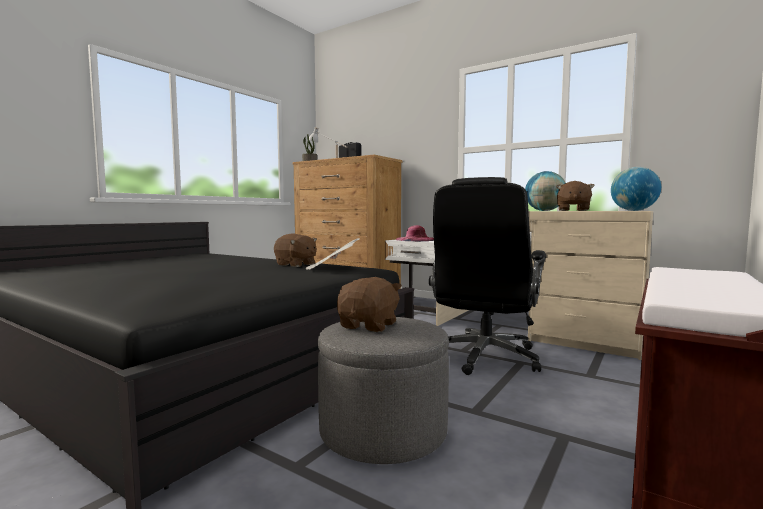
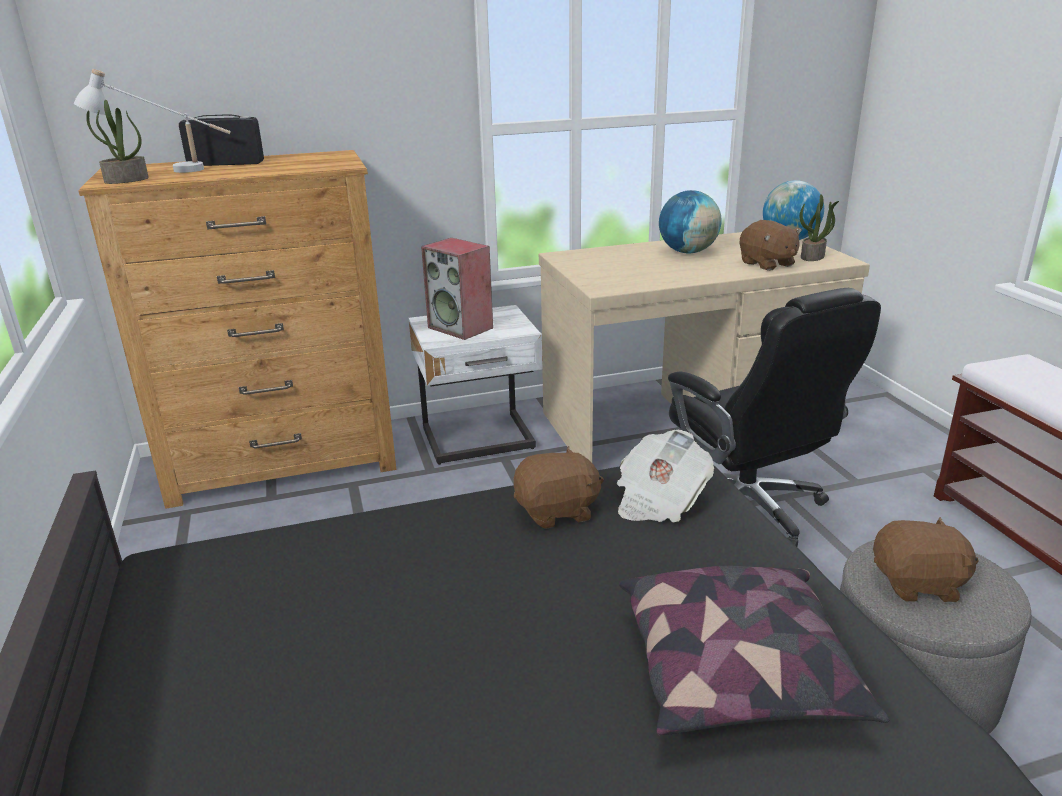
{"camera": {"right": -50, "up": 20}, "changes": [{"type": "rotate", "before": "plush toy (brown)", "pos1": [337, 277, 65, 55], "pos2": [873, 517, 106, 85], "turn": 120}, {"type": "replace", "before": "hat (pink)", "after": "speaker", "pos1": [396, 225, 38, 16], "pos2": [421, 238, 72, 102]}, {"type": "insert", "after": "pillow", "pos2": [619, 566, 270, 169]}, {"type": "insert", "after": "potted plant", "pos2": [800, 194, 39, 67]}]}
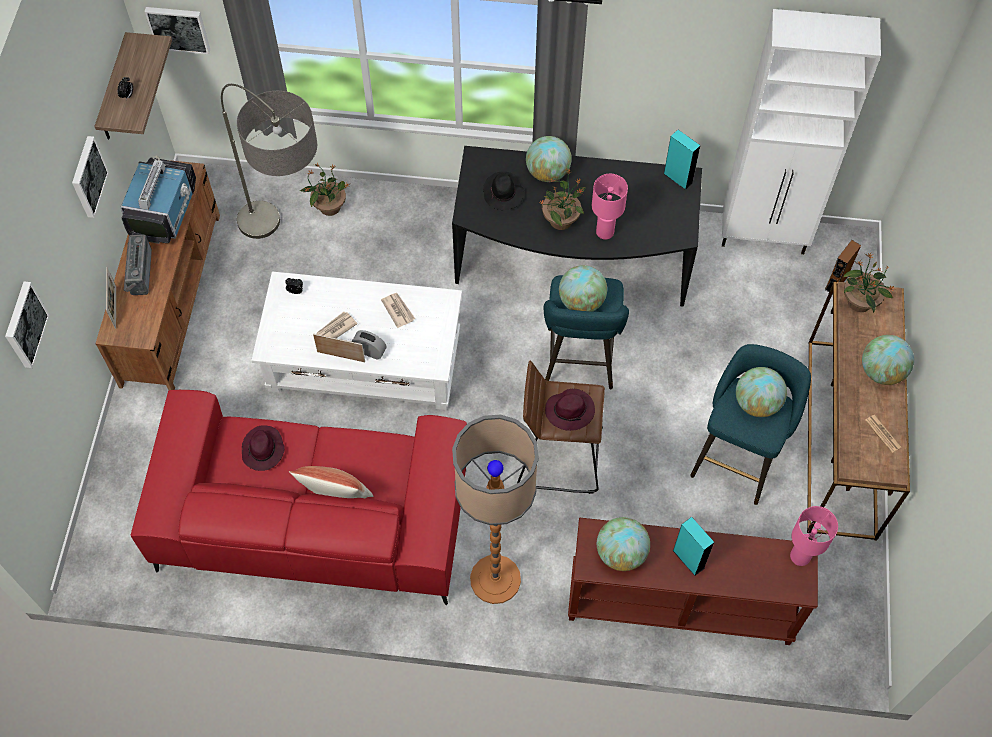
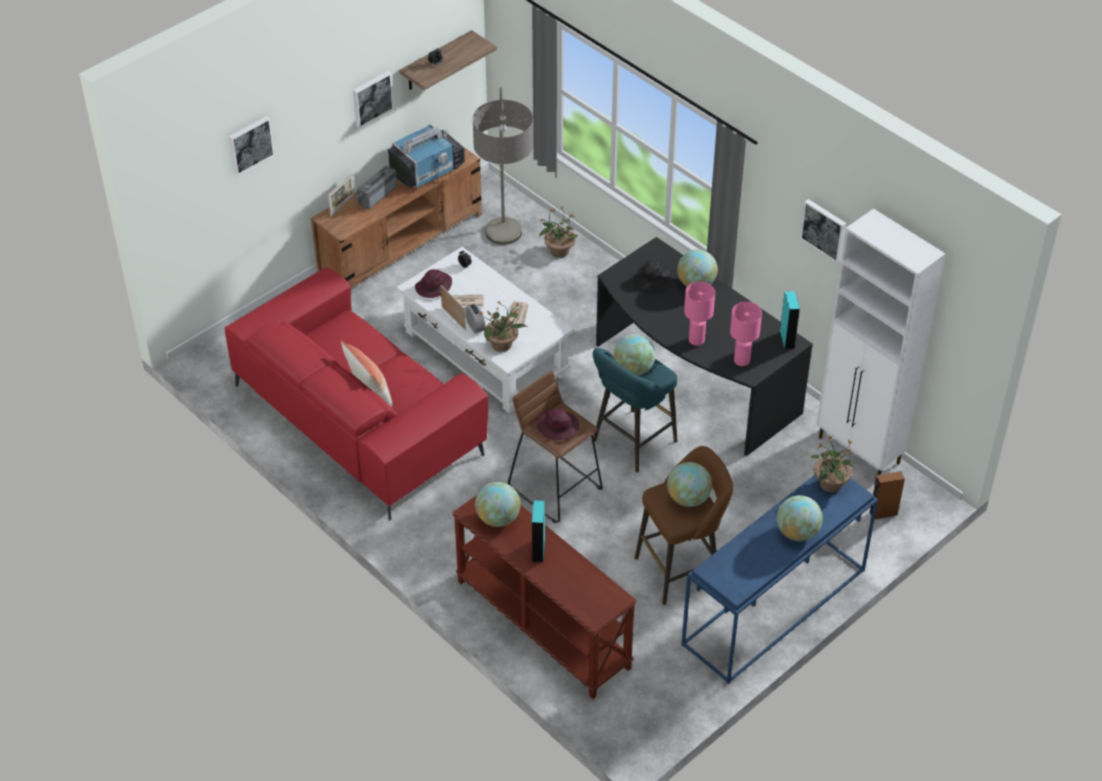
{"camera": {"right": 40, "up": -15}, "changes": [{"type": "move", "before": "picture", "pos1": [144, 7, 66, 47], "pos2": [800, 199, 46, 64]}, {"type": "move", "before": "hat (purple)", "pos1": [242, 425, 43, 46], "pos2": [415, 269, 37, 29]}, {"type": "delete", "before": "floor lamp", "pos1": [452, 415, 87, 189]}, {"type": "move", "before": "potted plant", "pos1": [538, 170, 47, 60], "pos2": [478, 300, 49, 52]}, {"type": "recolor", "before": "stool (turquoise)", "after": "stool (brown)", "pos1": [690, 344, 121, 161], "pos2": [635, 446, 98, 159]}, {"type": "move", "before": "table lamp (pink)", "pos1": [790, 506, 48, 60], "pos2": [730, 302, 32, 64]}, {"type": "recolor", "before": "console table (brown)", "after": "console table (blue)", "pos1": [807, 282, 103, 259], "pos2": [681, 475, 197, 209]}, {"type": "delete", "before": "newspaper", "pos1": [865, 415, 36, 38]}]}
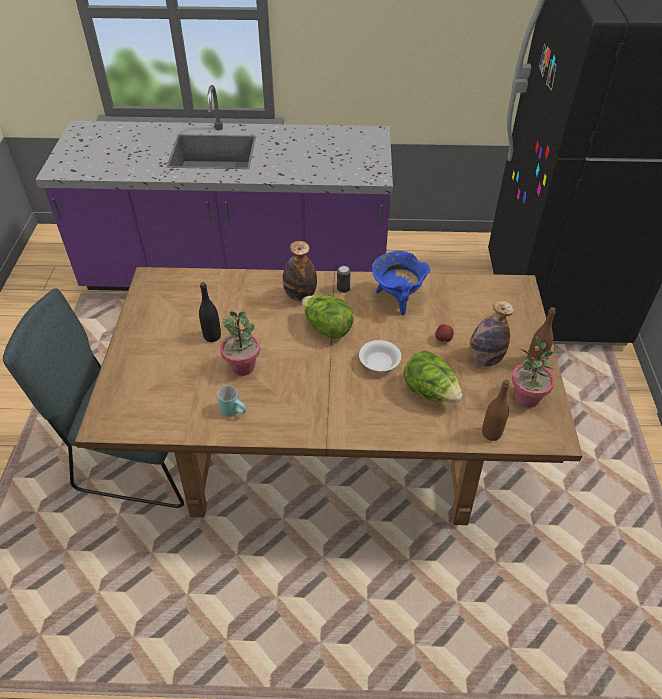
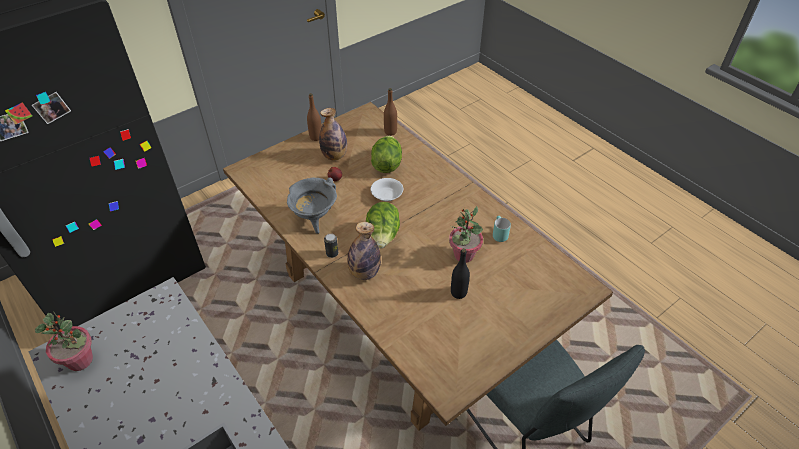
{"camera": {"right": -130, "up": 0}, "changes": [{"type": "recolor", "before": "cooking pot (blue)", "after": "cooking pot (grey)", "pos1": [372, 251, 58, 64], "pos2": [287, 177, 50, 57]}, {"type": "move", "before": "potted plant", "pos1": [512, 337, 45, 71], "pos2": [35, 311, 58, 60]}]}
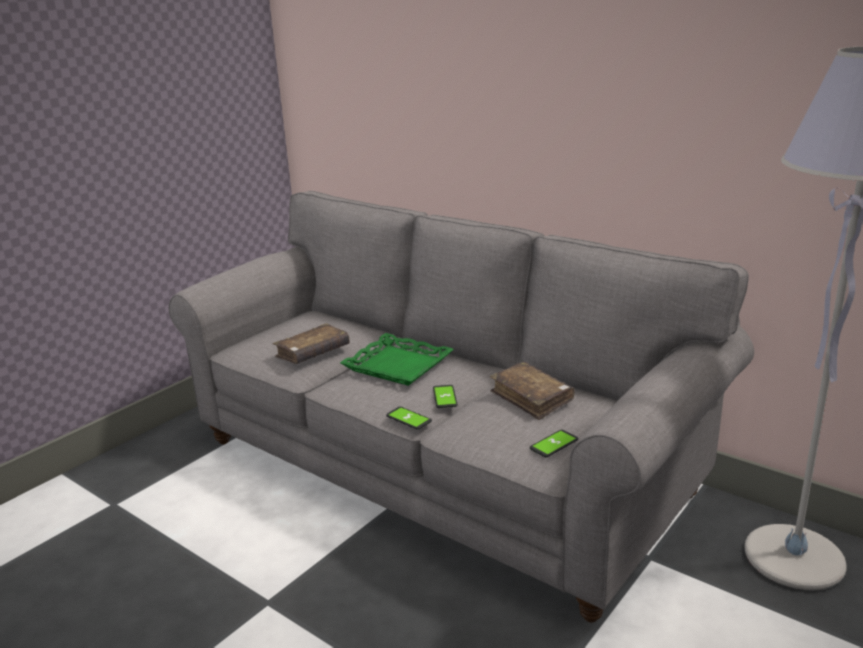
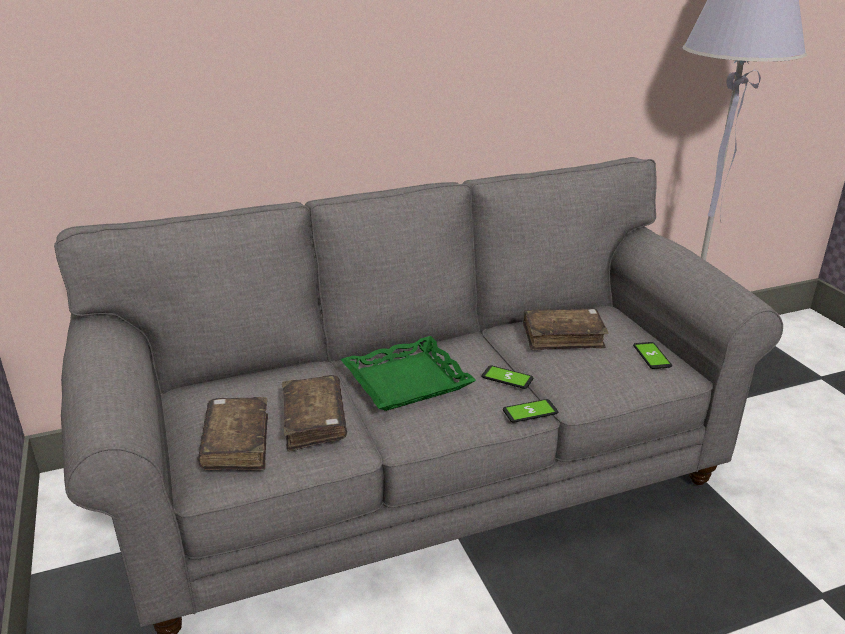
{"camera": {"right": -60, "up": 5}, "changes": [{"type": "insert", "after": "book (brown)", "pos2": [197, 397, 71, 73]}]}
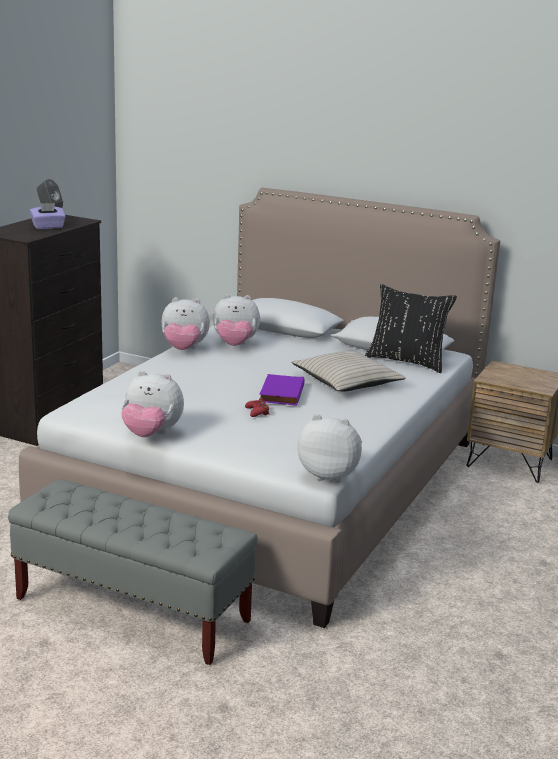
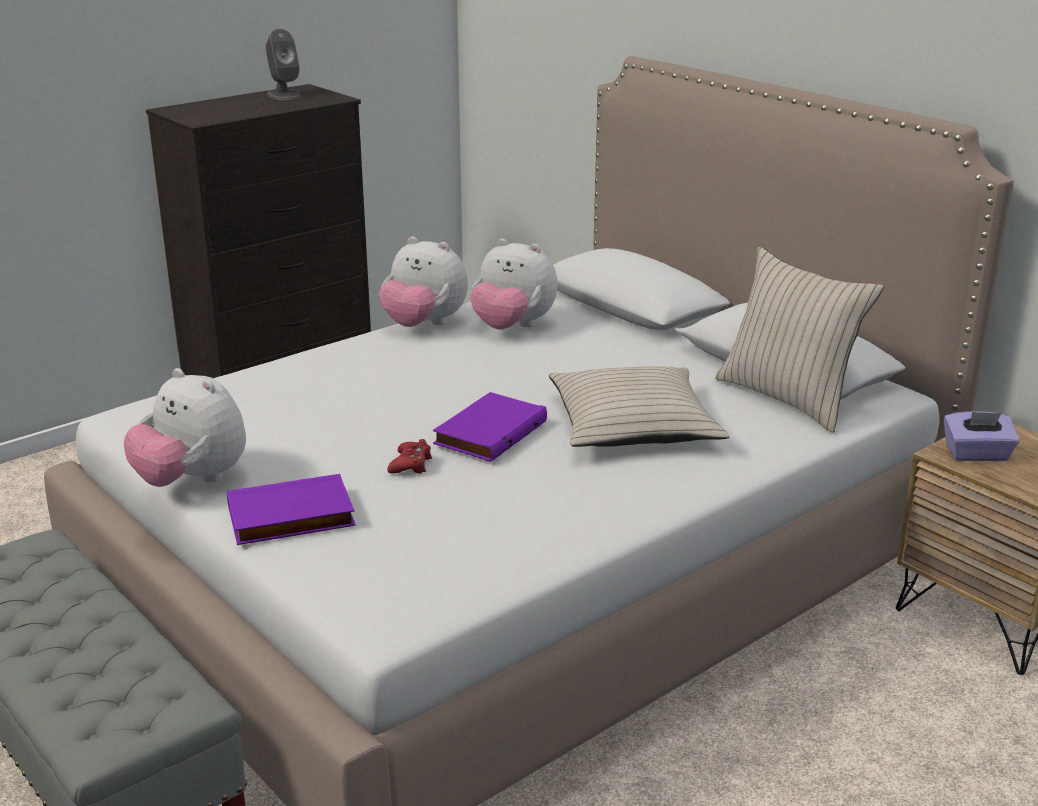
{"camera": {"right": 25, "up": 5}, "changes": [{"type": "move", "before": "tissue box (purple)", "pos1": [30, 203, 36, 26], "pos2": [944, 411, 75, 50]}, {"type": "delete", "before": "plush toy", "pos1": [297, 414, 65, 69]}, {"type": "recolor", "before": "pillow (black)", "after": "pillow (beige)", "pos1": [365, 284, 92, 89], "pos2": [715, 247, 169, 186]}, {"type": "insert", "after": "book (purple)", "pos2": [227, 474, 129, 71]}]}
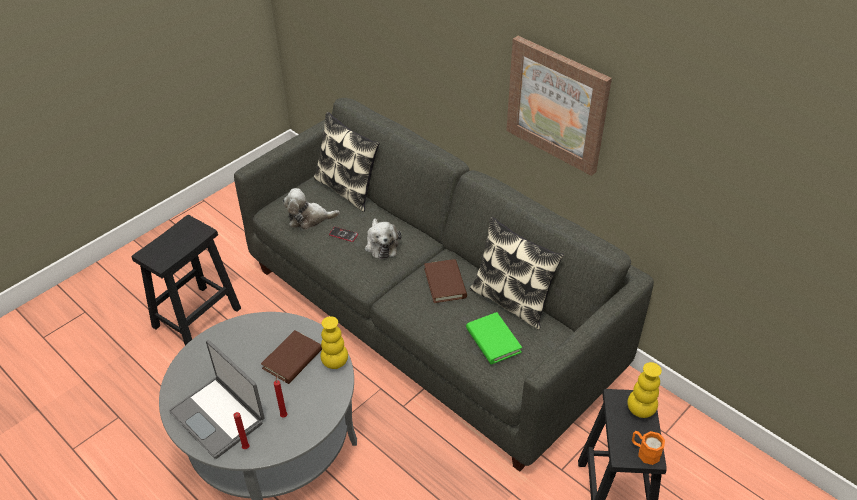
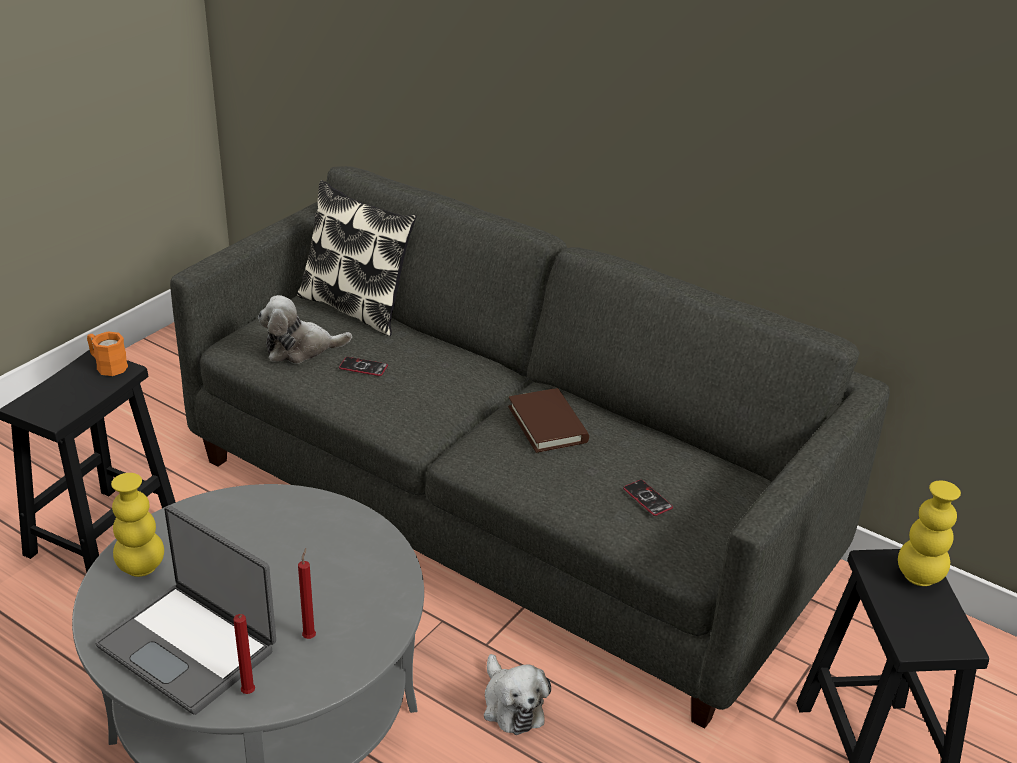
{"camera": {"right": -10, "up": -10}, "changes": [{"type": "delete", "before": "book (brown)", "pos1": [261, 330, 61, 54]}, {"type": "move", "before": "vase (yellow)", "pos1": [321, 316, 27, 53], "pos2": [111, 473, 53, 104]}, {"type": "move", "before": "plush toy", "pos1": [365, 218, 36, 41], "pos2": [484, 654, 67, 81]}, {"type": "replace", "before": "book (green)", "after": "phone", "pos1": [466, 312, 56, 53], "pos2": [623, 480, 50, 36]}, {"type": "delete", "before": "pillow", "pos1": [470, 217, 94, 113]}, {"type": "delete", "before": "picture", "pos1": [506, 36, 106, 140]}, {"type": "move", "before": "mug (orange)", "pos1": [632, 431, 33, 34], "pos2": [87, 331, 41, 45]}]}
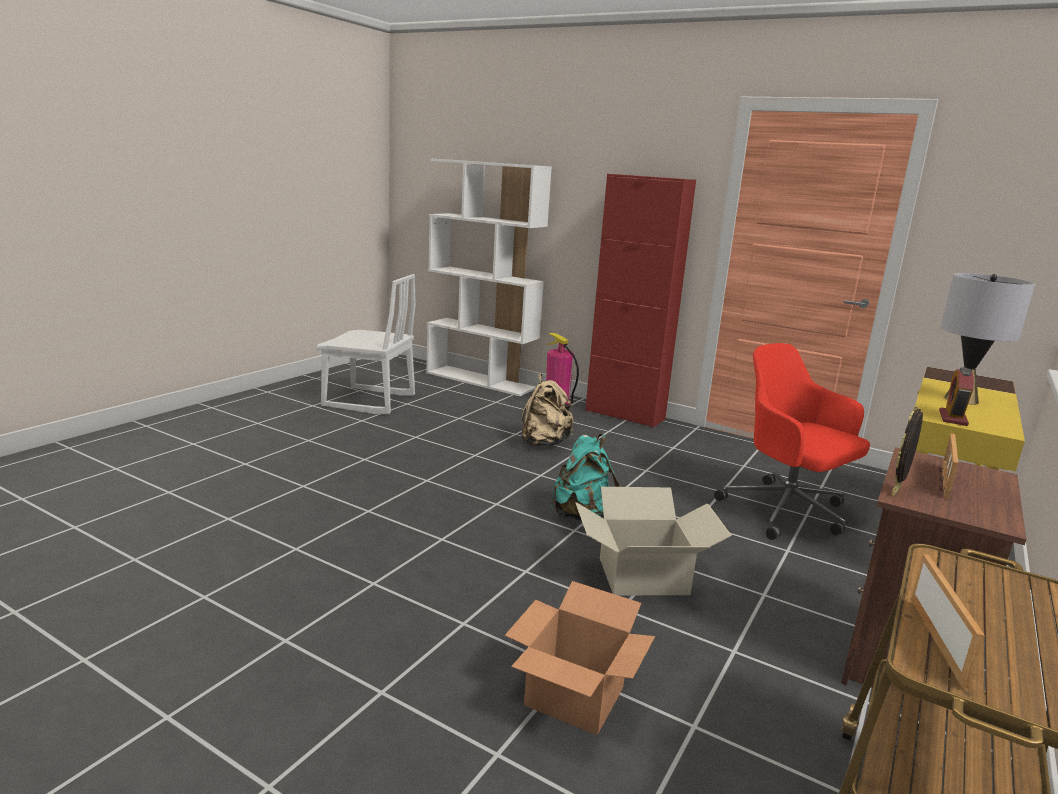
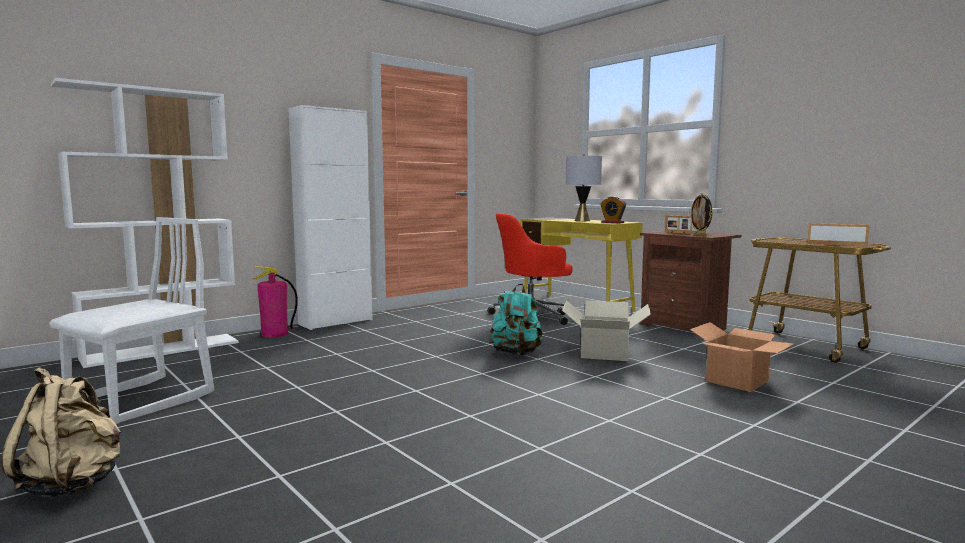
{"camera": {"right": -70, "up": -10}, "changes": [{"type": "move", "before": "backpack (beige)", "pos1": [521, 373, 53, 74], "pos2": [1, 367, 120, 130]}, {"type": "recolor", "before": "cabinet (red)", "after": "cabinet (white)", "pos1": [585, 174, 111, 254], "pos2": [289, 105, 84, 225]}]}
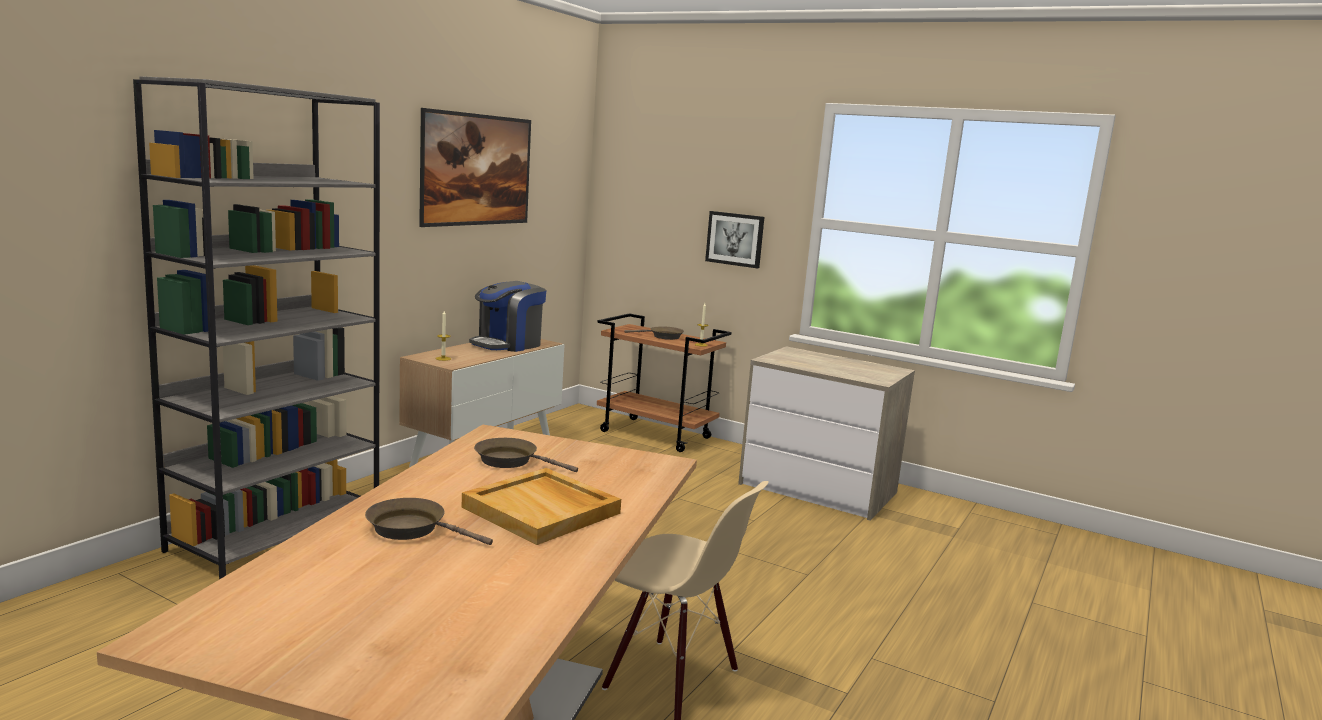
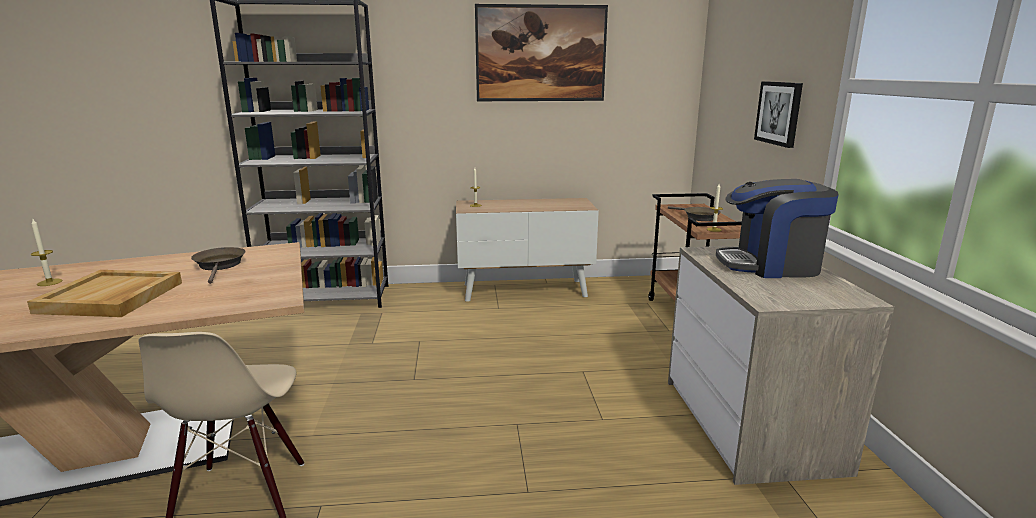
{"camera": {"right": 55, "up": 5}, "changes": [{"type": "replace", "before": "frying pan (brown)", "after": "candle", "pos1": [365, 498, 128, 47], "pos2": [31, 219, 32, 67]}, {"type": "move", "before": "coffee machine", "pos1": [469, 281, 77, 71], "pos2": [716, 179, 123, 99]}]}
